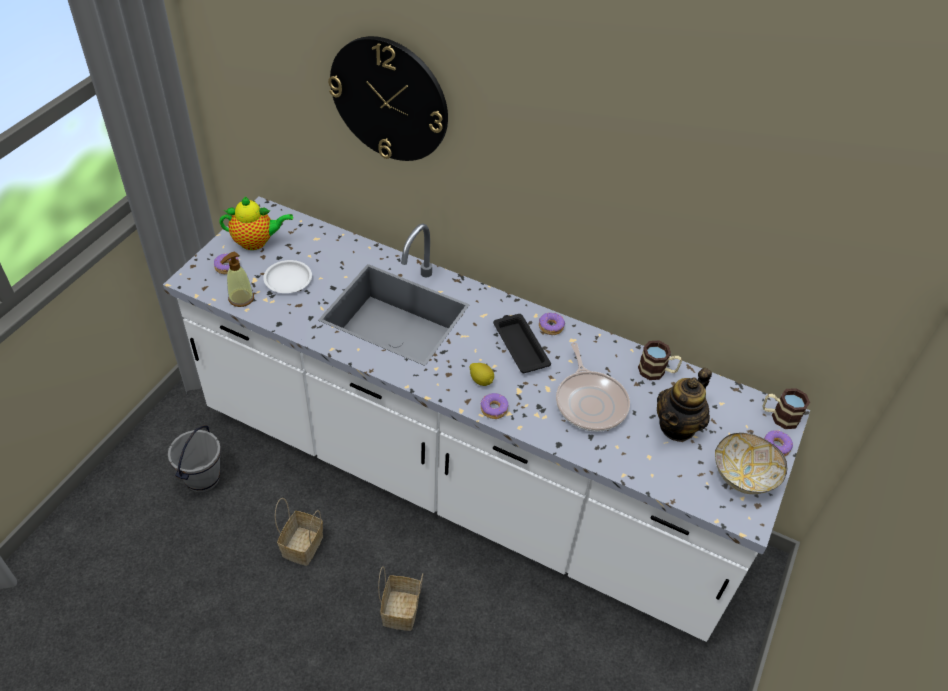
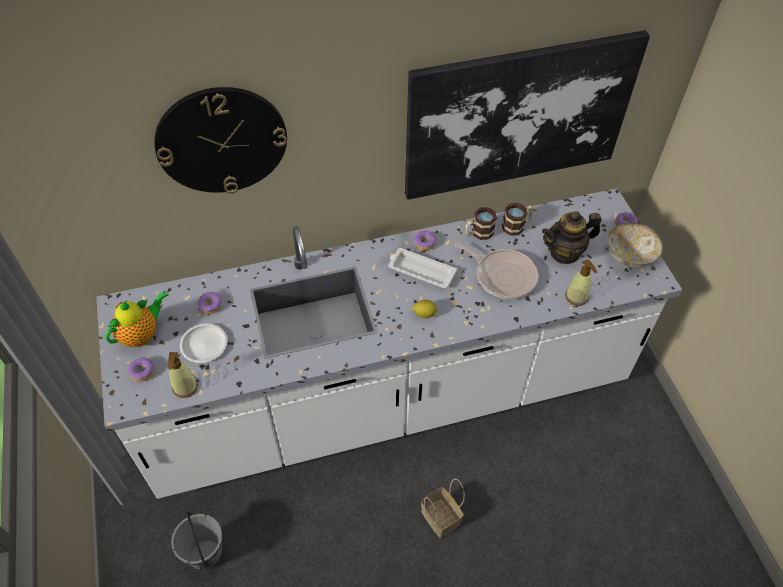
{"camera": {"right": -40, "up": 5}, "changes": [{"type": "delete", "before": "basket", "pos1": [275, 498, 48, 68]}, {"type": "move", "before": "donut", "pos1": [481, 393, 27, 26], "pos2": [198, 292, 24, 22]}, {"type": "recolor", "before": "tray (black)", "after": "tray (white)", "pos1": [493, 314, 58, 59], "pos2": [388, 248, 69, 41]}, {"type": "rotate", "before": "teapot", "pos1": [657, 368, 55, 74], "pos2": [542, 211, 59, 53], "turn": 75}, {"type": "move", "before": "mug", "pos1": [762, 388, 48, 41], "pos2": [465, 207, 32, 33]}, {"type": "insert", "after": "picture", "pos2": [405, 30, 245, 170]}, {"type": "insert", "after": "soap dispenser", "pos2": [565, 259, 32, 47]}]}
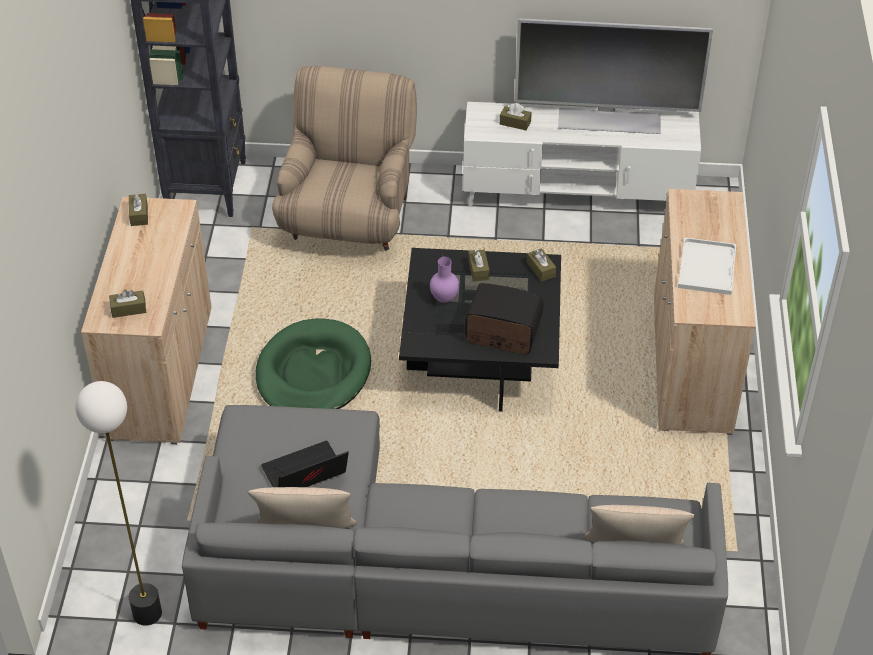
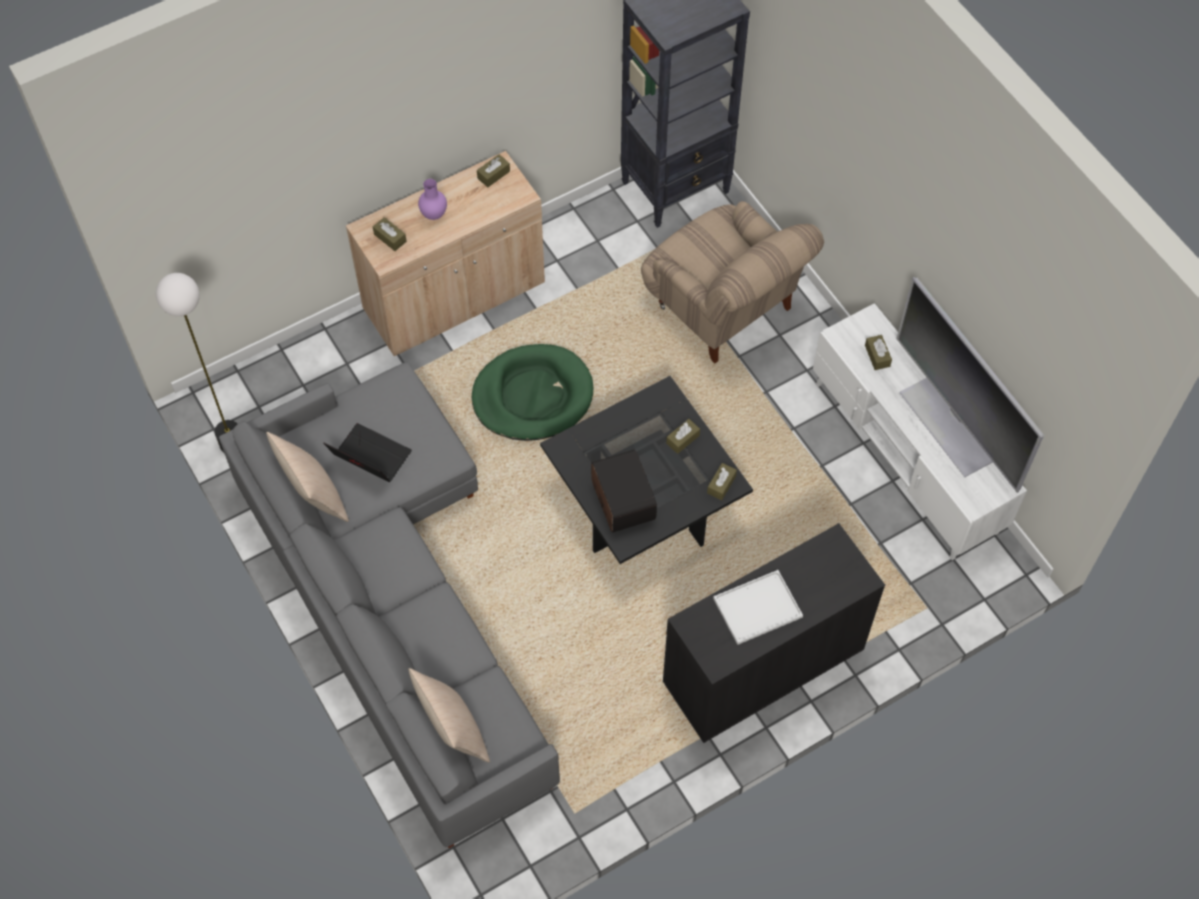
{"camera": {"right": 55, "up": 15}, "changes": [{"type": "rotate", "before": "armchair (beige)", "pos1": [272, 66, 145, 185], "pos2": [641, 201, 183, 163], "turn": 75}, {"type": "move", "before": "vase (purple)", "pos1": [430, 257, 29, 46], "pos2": [418, 179, 29, 41]}, {"type": "recolor", "before": "cabinet (beige)", "after": "cabinet (black)", "pos1": [654, 189, 102, 246], "pos2": [663, 523, 222, 220]}]}
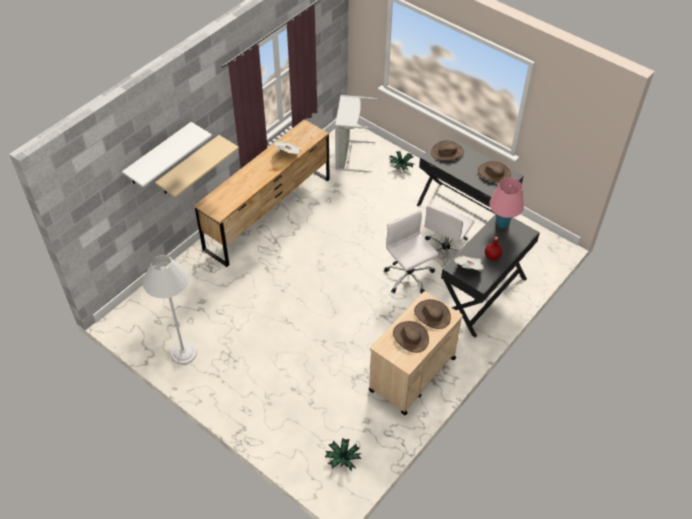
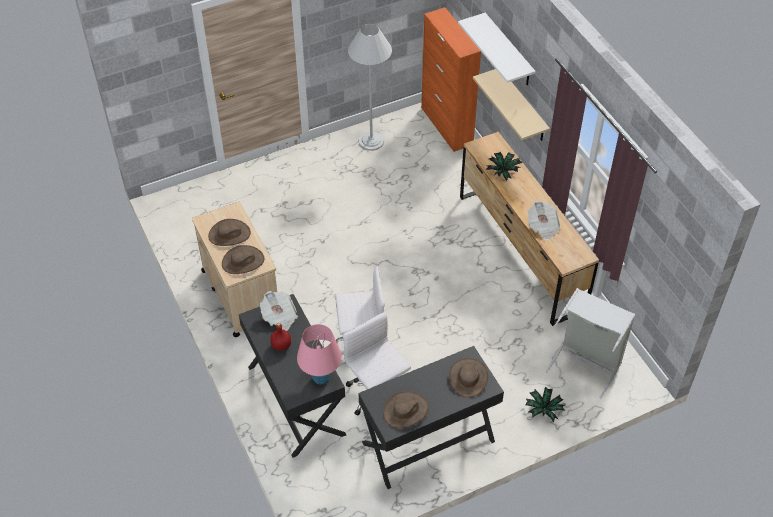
{"camera": {"right": 115, "up": 0}, "changes": [{"type": "move", "before": "potted plant", "pos1": [325, 438, 36, 33], "pos2": [486, 152, 36, 29]}, {"type": "insert", "after": "cabinet (orange)", "pos2": [421, 7, 60, 145]}]}
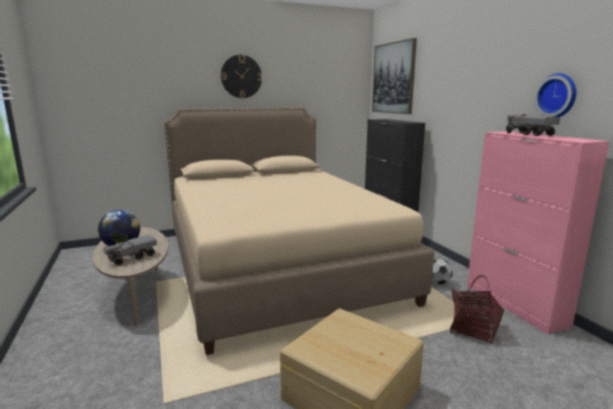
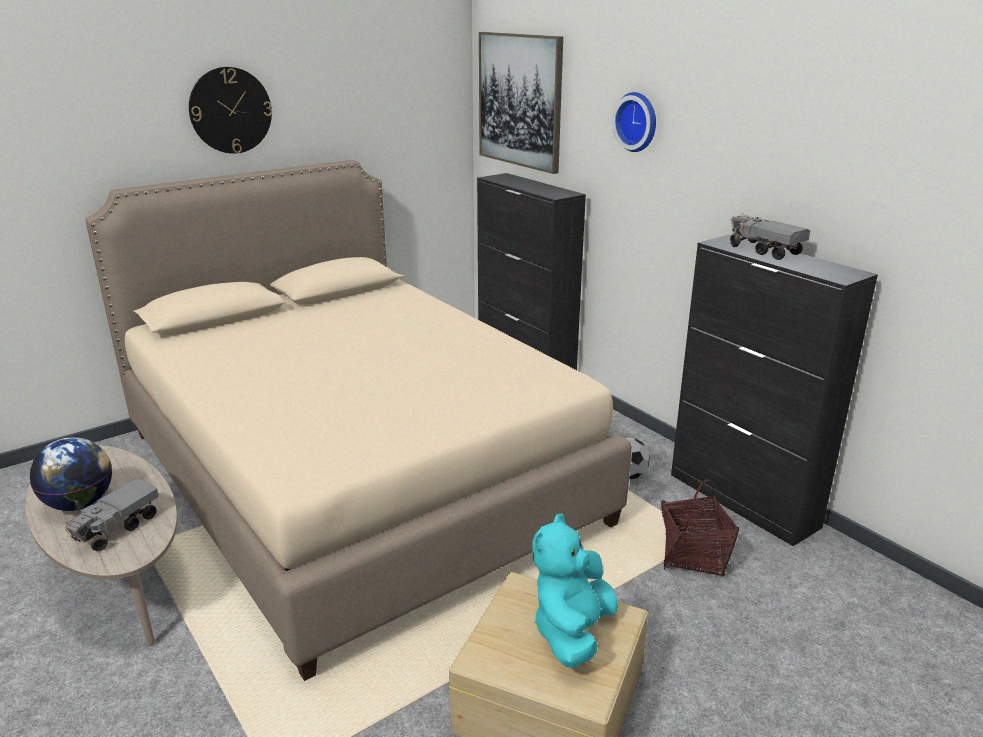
{"camera": {"right": -15, "up": 10}, "changes": [{"type": "recolor", "before": "cabinet (pink)", "after": "cabinet (black)", "pos1": [467, 131, 143, 203], "pos2": [671, 234, 207, 312]}, {"type": "move", "before": "wall clock", "pos1": [534, 73, 43, 44], "pos2": [612, 92, 44, 60]}, {"type": "insert", "after": "plush toy (turquoise)", "pos2": [532, 513, 86, 155]}]}
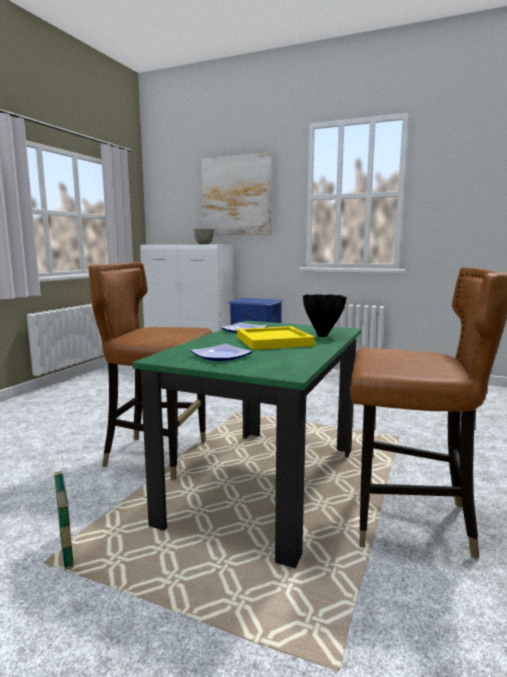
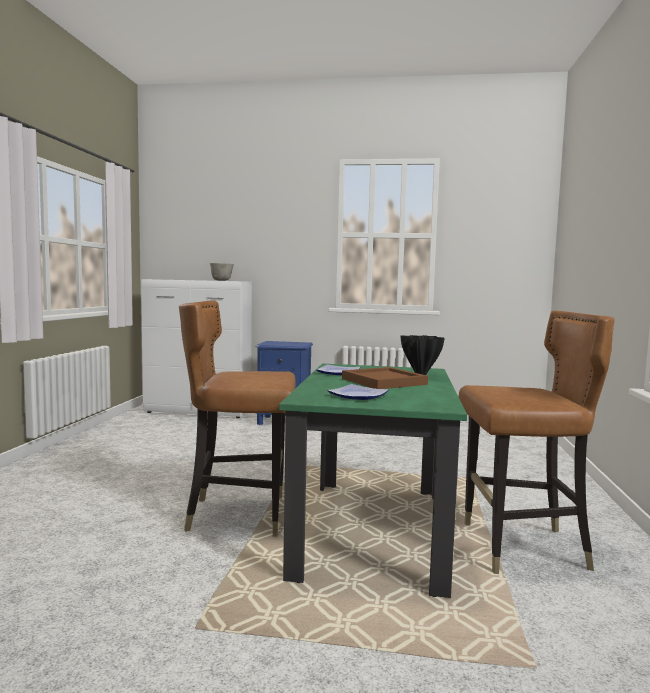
{"camera": {"right": -15, "up": -5}, "changes": [{"type": "delete", "before": "basket", "pos1": [53, 458, 21, 112]}, {"type": "delete", "before": "picture", "pos1": [201, 152, 71, 83]}, {"type": "recolor", "before": "tray (yellow)", "after": "tray (brown)", "pos1": [237, 326, 78, 24], "pos2": [342, 367, 86, 22]}]}
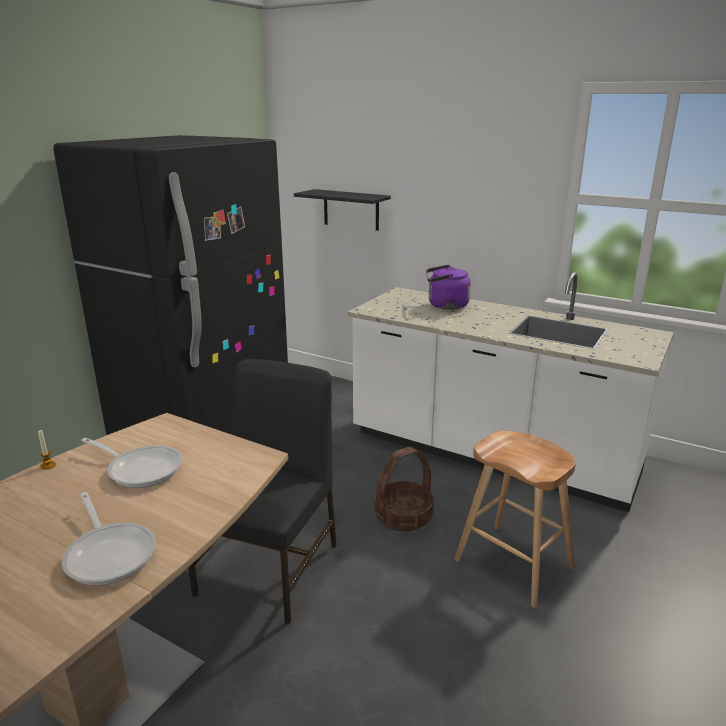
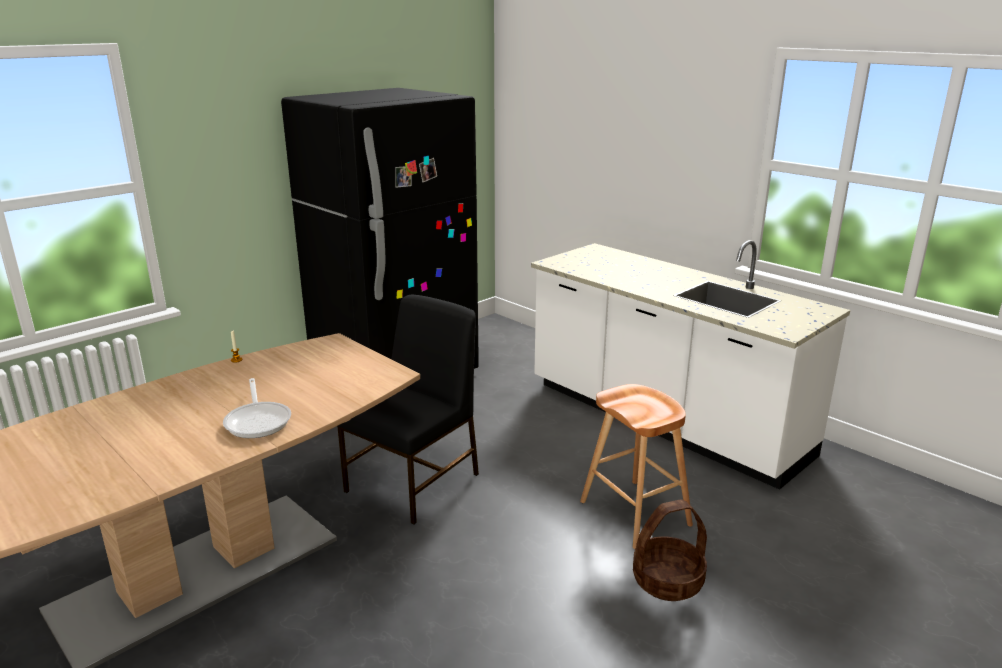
{"camera": {"right": 15, "up": 0}, "changes": [{"type": "delete", "before": "frying pan", "pos1": [81, 438, 101, 50]}, {"type": "delete", "before": "shelf (black)", "pos1": [294, 189, 97, 42]}, {"type": "move", "before": "basket", "pos1": [374, 447, 60, 85], "pos2": [633, 499, 74, 102]}, {"type": "delete", "before": "kettle (purple)", "pos1": [426, 265, 45, 45]}]}
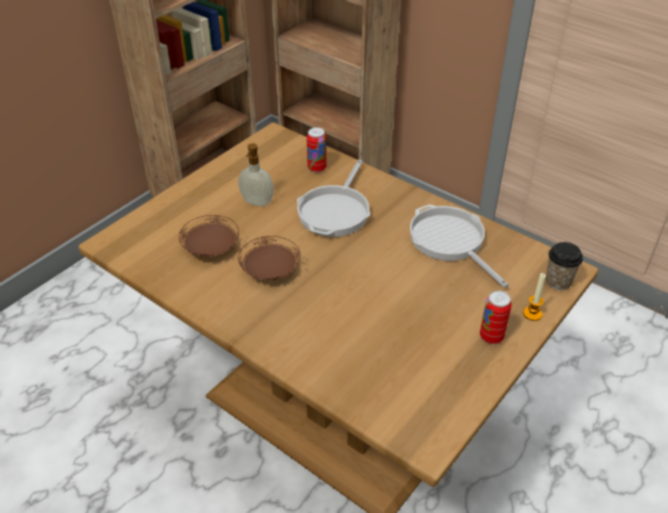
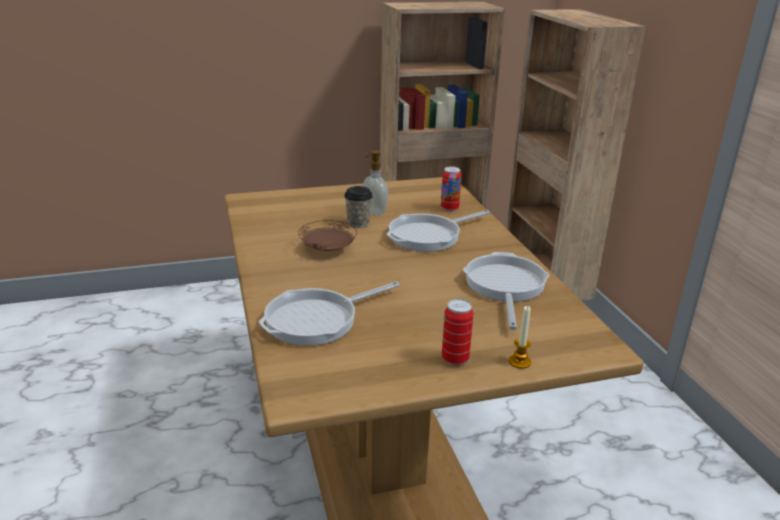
{"camera": {"right": 35, "up": -15}, "changes": [{"type": "delete", "before": "plate (brown)", "pos1": [179, 215, 60, 42]}, {"type": "move", "before": "cup", "pos1": [546, 242, 37, 48], "pos2": [344, 186, 29, 42]}, {"type": "insert", "after": "frying pan", "pos2": [258, 281, 142, 65]}]}
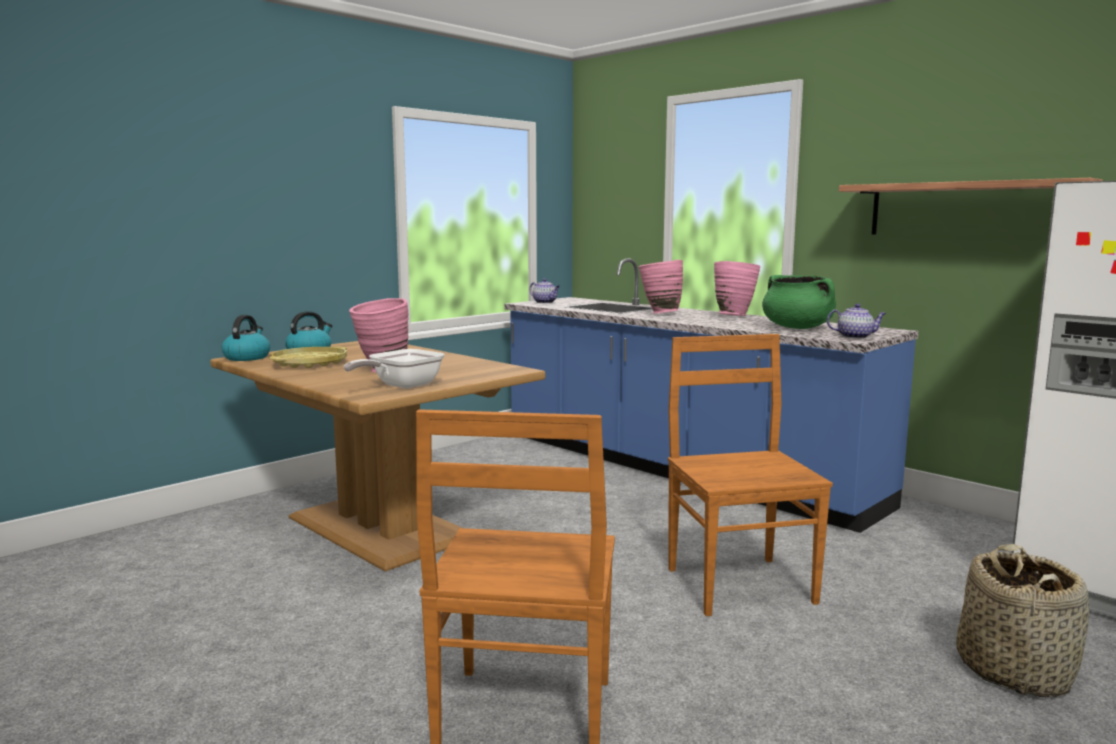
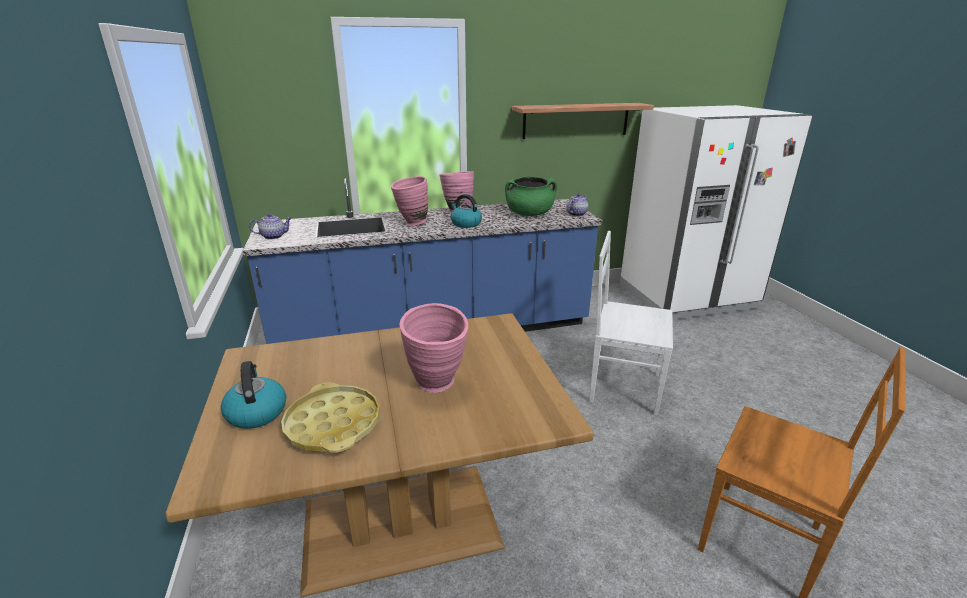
{"camera": {"right": -60, "up": 15}, "changes": [{"type": "move", "before": "kettle", "pos1": [222, 315, 49, 46], "pos2": [450, 194, 32, 34]}, {"type": "delete", "before": "frying pan", "pos1": [344, 349, 101, 40]}, {"type": "recolor", "before": "chair (brown)", "after": "chair (white)", "pos1": [668, 334, 165, 282], "pos2": [589, 231, 84, 185]}, {"type": "delete", "before": "basket", "pos1": [956, 544, 133, 153]}]}
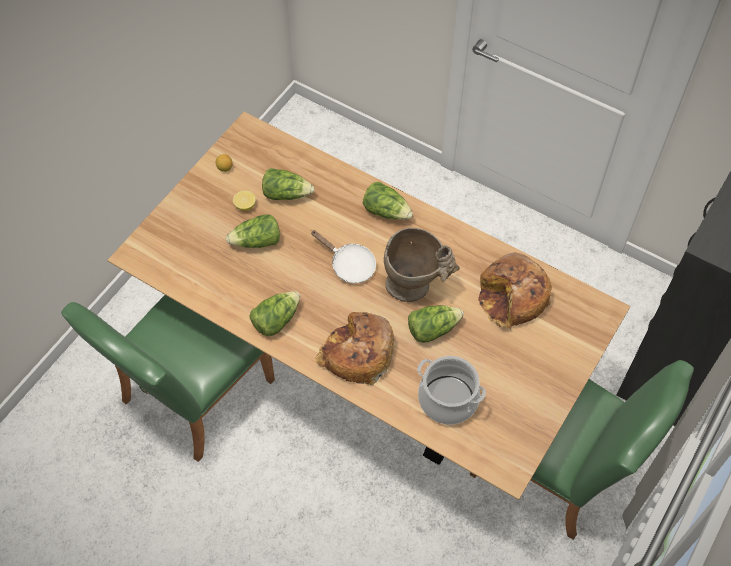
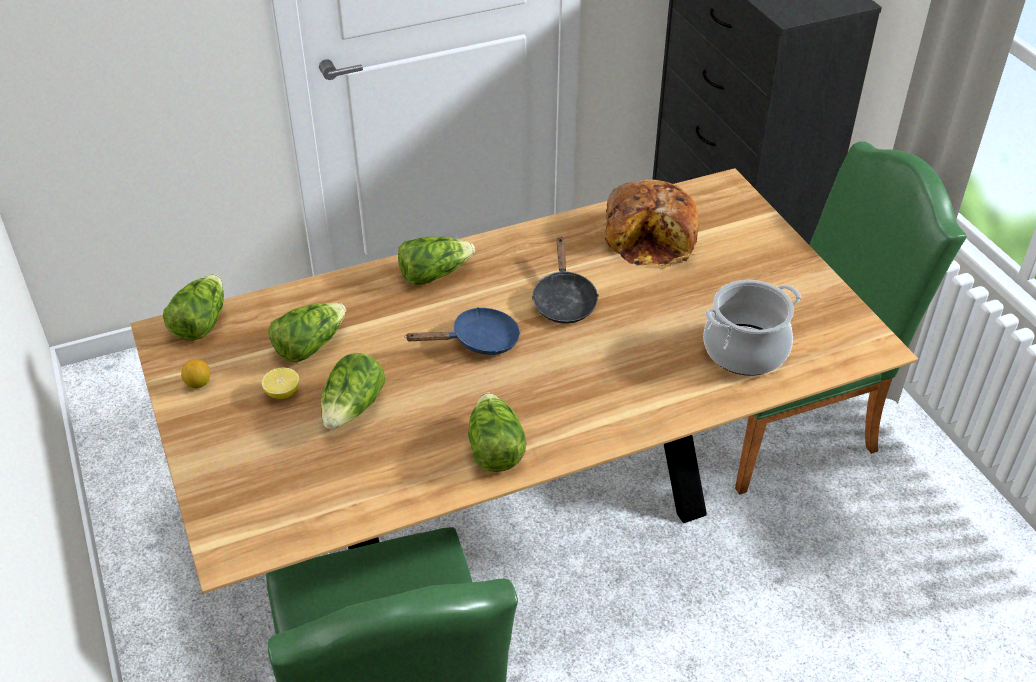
{"camera": {"right": -55, "up": -15}, "changes": [{"type": "recolor", "before": "frying pan (white)", "after": "frying pan (blue)", "pos1": [311, 230, 65, 53], "pos2": [405, 307, 115, 48]}, {"type": "delete", "before": "bread", "pos1": [315, 312, 79, 73]}, {"type": "replace", "before": "vase (beige)", "after": "frying pan (black)", "pos1": [384, 228, 76, 74], "pos2": [532, 236, 67, 88]}, {"type": "move", "before": "lettuce", "pos1": [408, 305, 56, 38], "pos2": [163, 274, 61, 67]}]}
